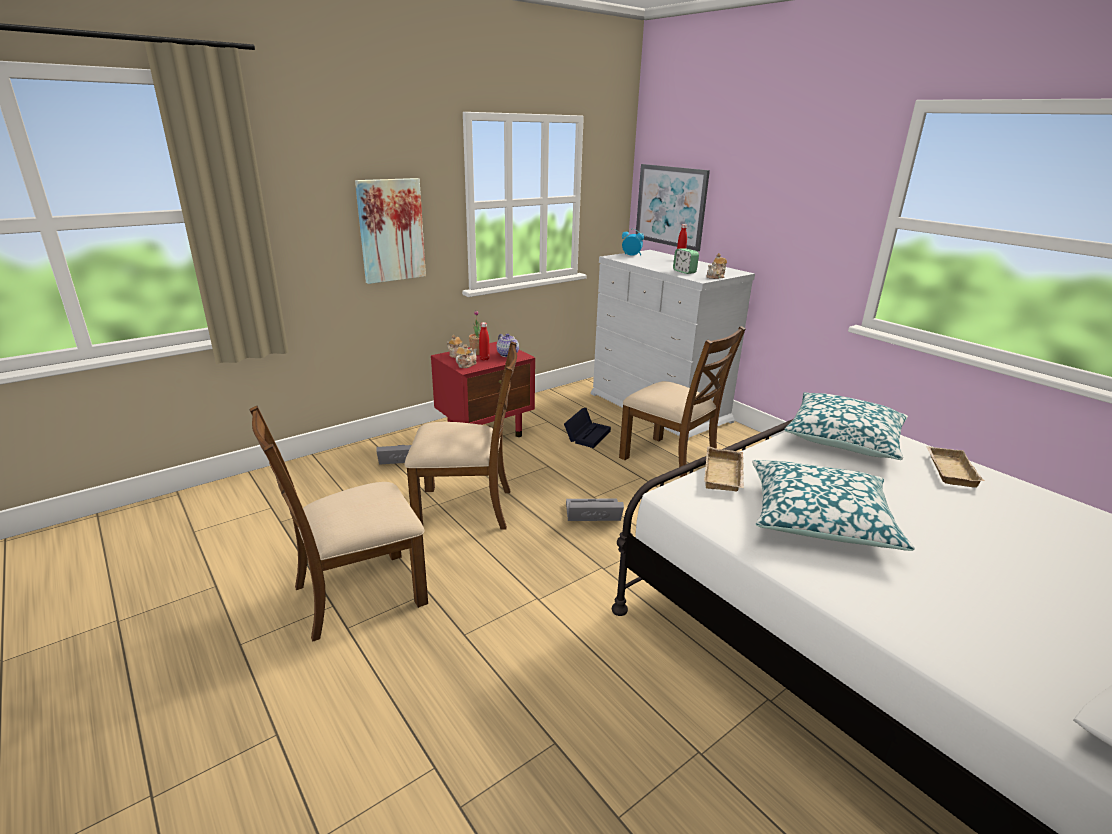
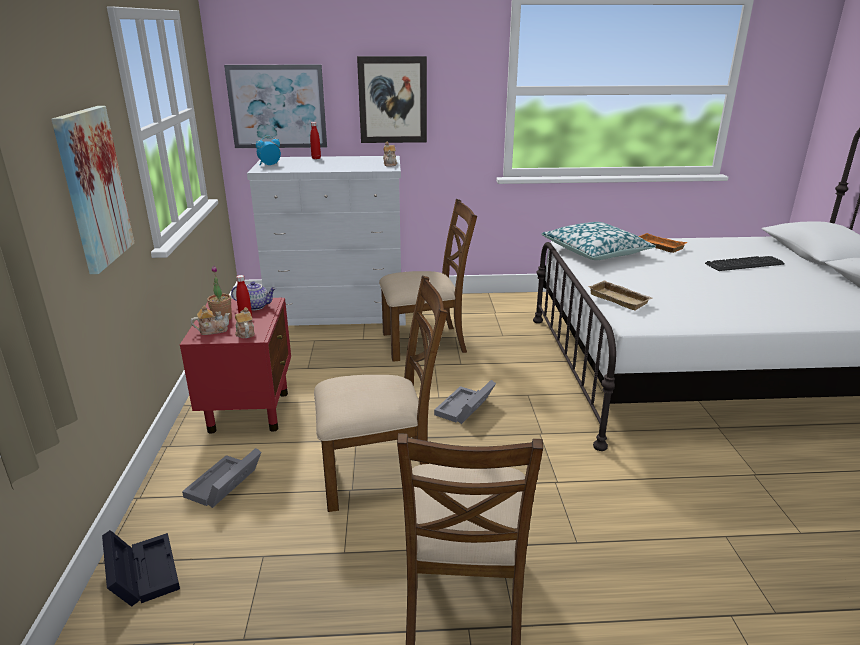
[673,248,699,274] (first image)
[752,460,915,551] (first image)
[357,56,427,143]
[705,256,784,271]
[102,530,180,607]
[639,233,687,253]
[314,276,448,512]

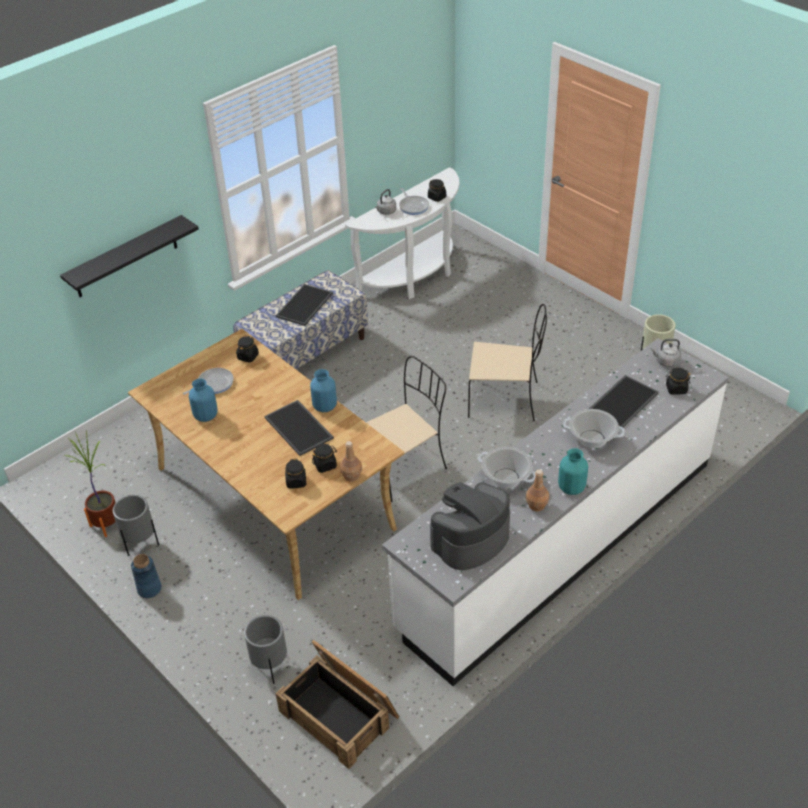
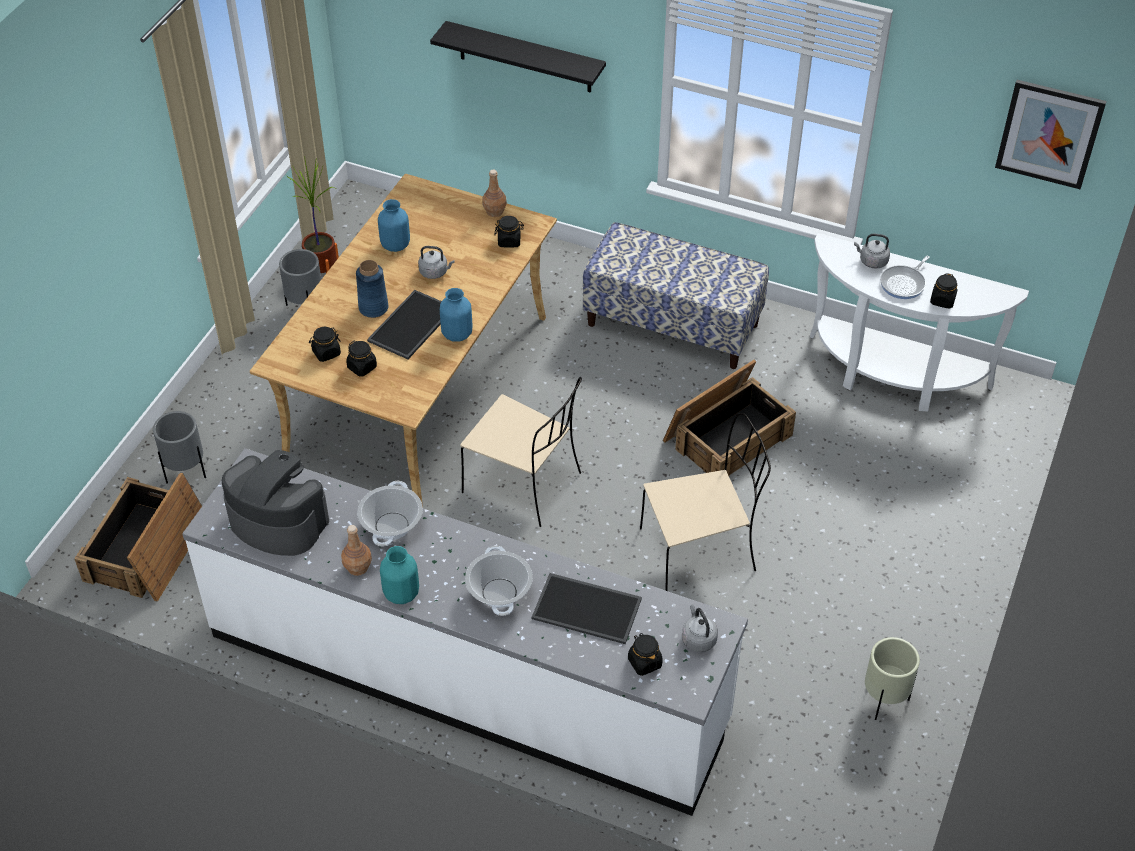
[183,368,233,395] (first image)
[276,284,333,326] (first image)
[418,246,455,279]
[663,359,796,476]
[995,80,1107,189]
[356,260,389,318]
[482,170,507,217]
[640,413,771,591]

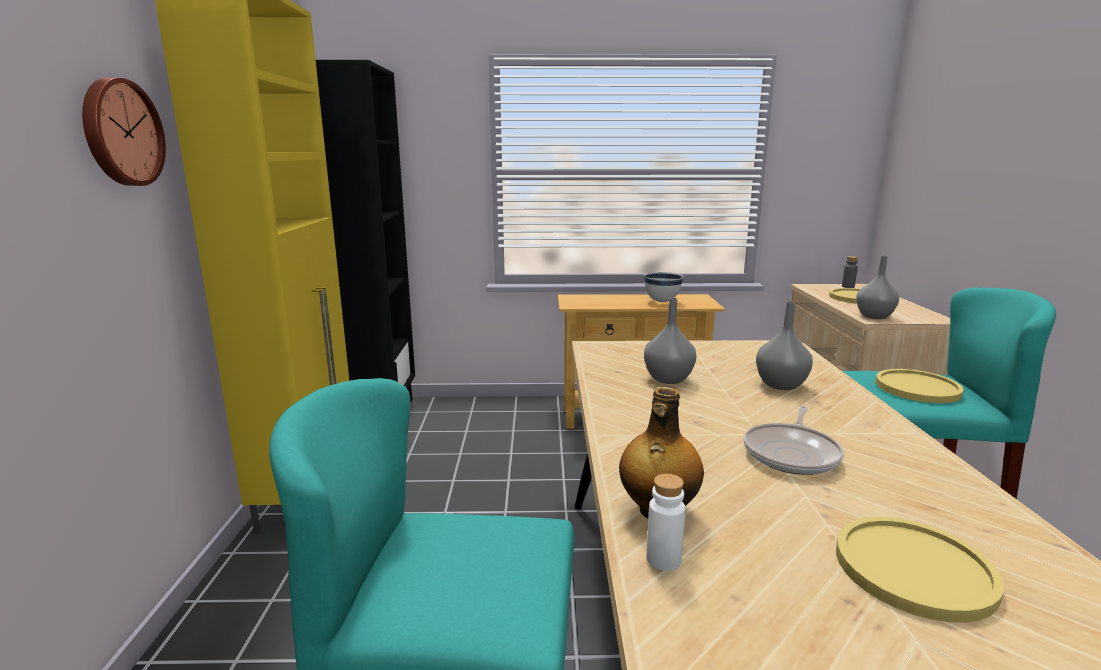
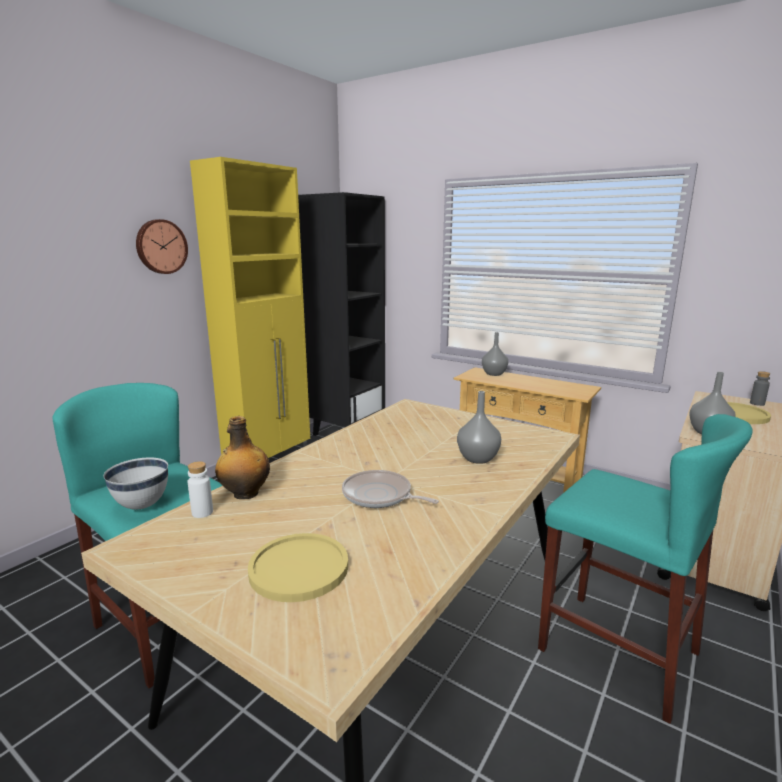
[876,369,964,403] (first image)
[103,457,168,510]
[482,332,508,376]
[342,470,439,508]

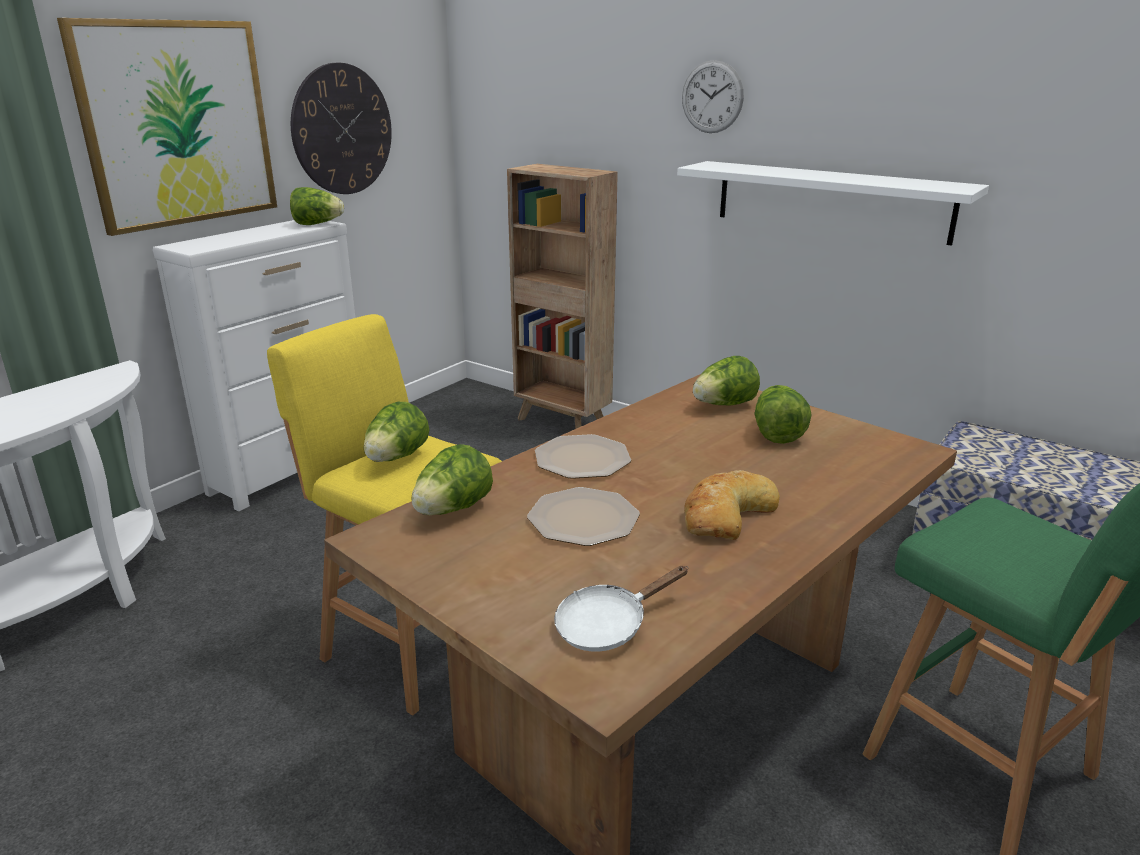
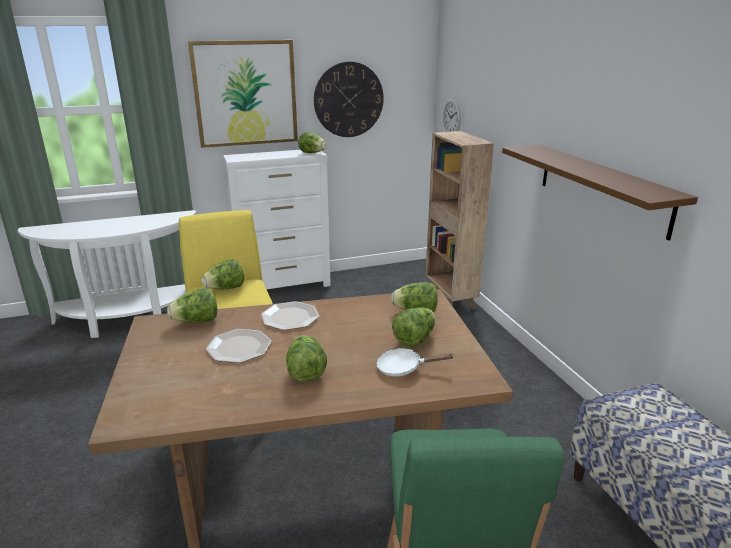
[376,348,453,376]
[443,99,461,132]
[286,335,327,382]
[502,145,698,240]

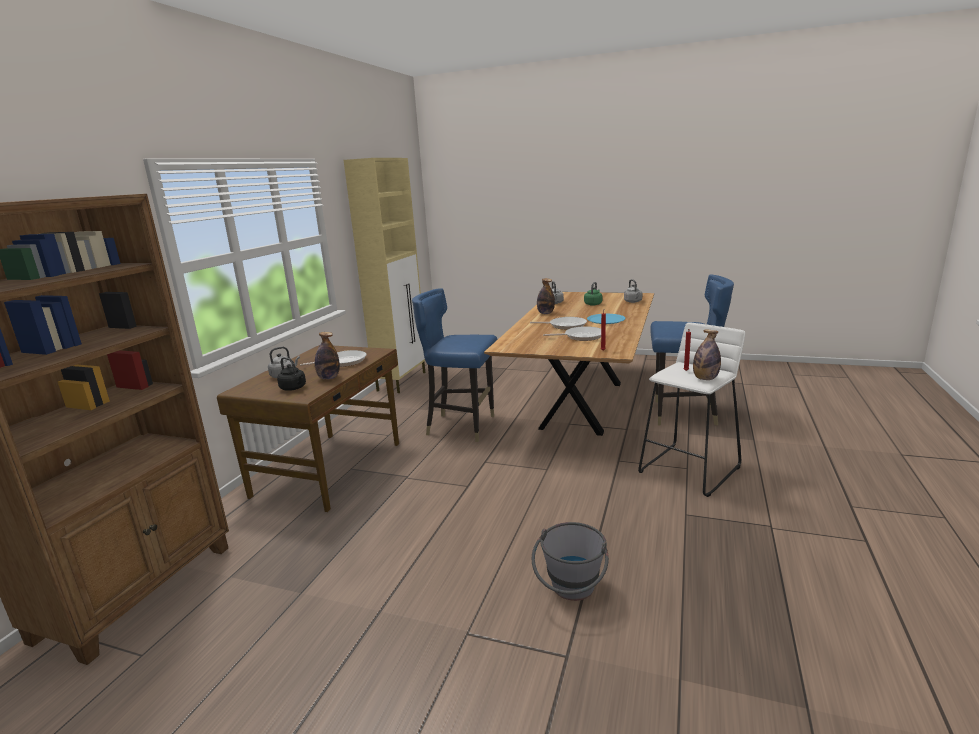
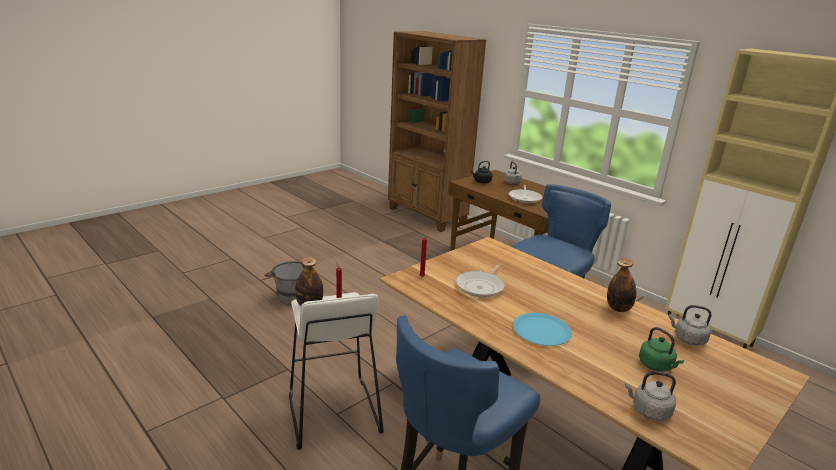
[315,332,340,380] (first image)
[530,317,587,330] (first image)

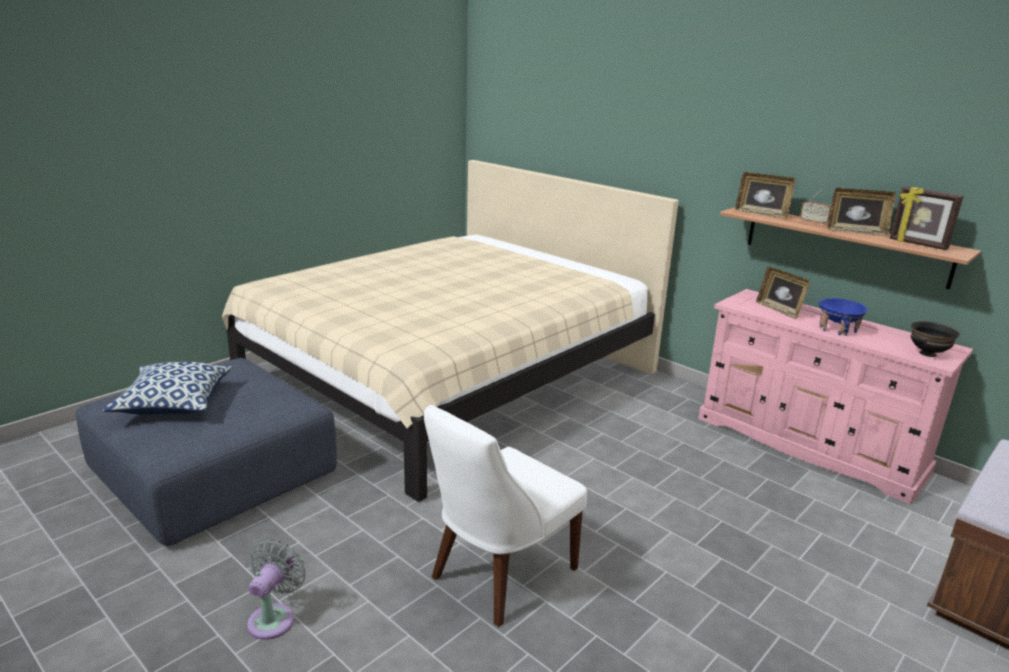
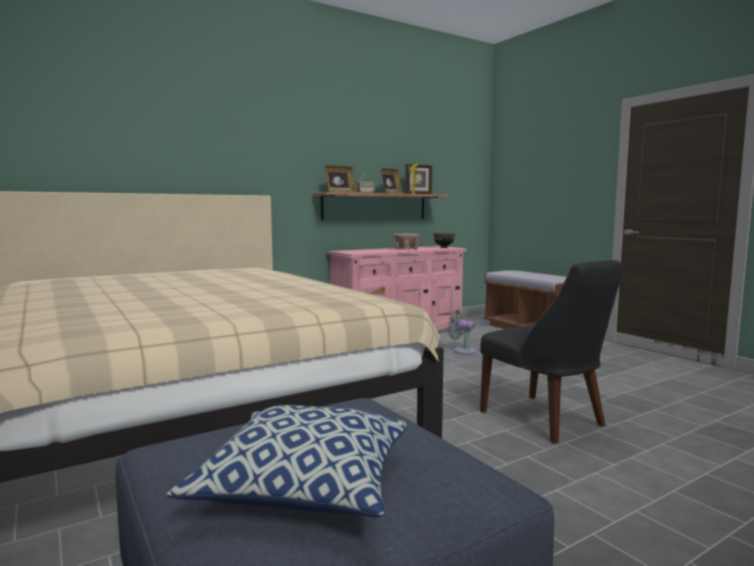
[756,267,809,319] (first image)
[448,310,476,355]
[480,260,624,444]
[394,234,420,250]

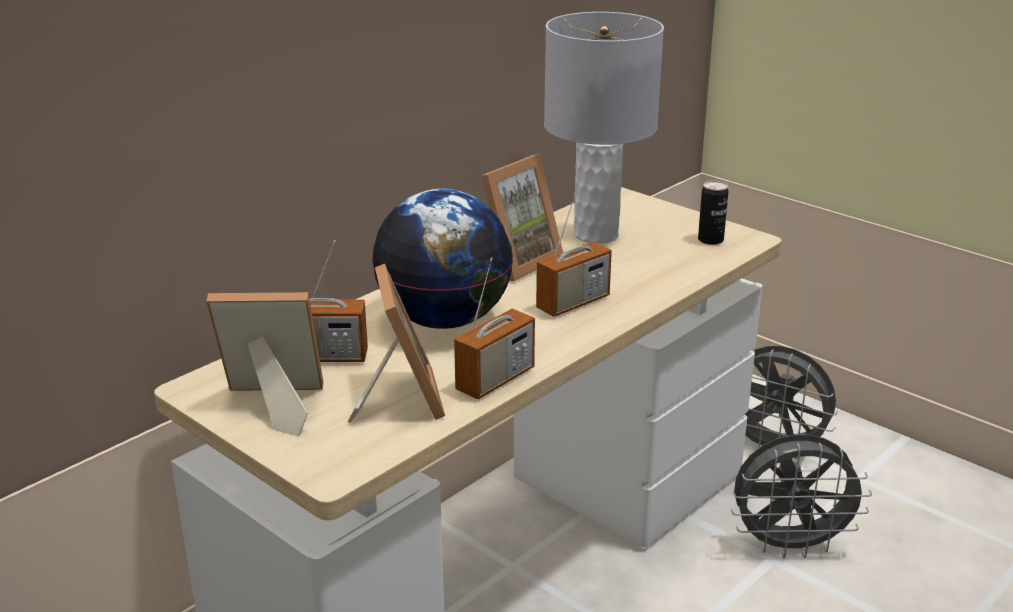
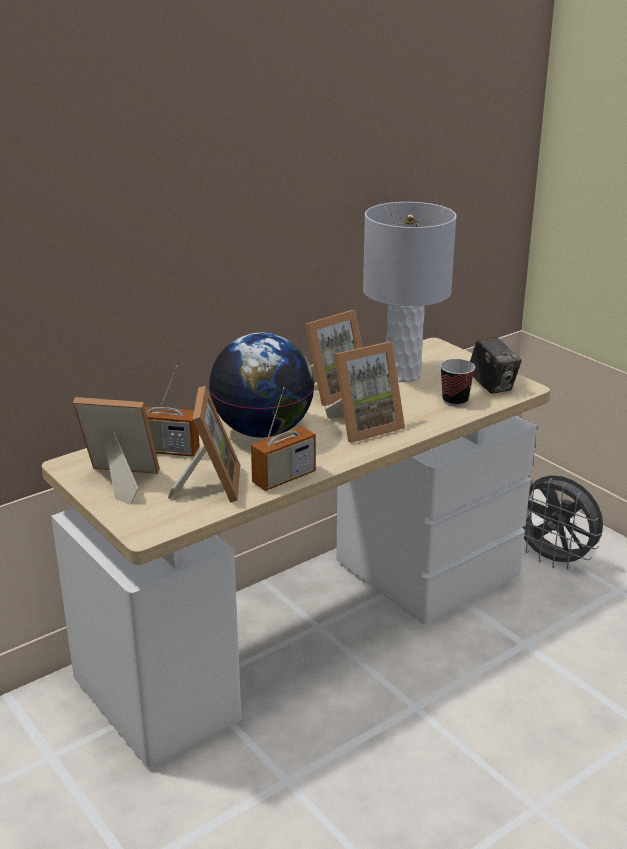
[731,435,872,558] (first image)
[440,359,475,407]
[325,342,405,443]
[470,337,522,394]

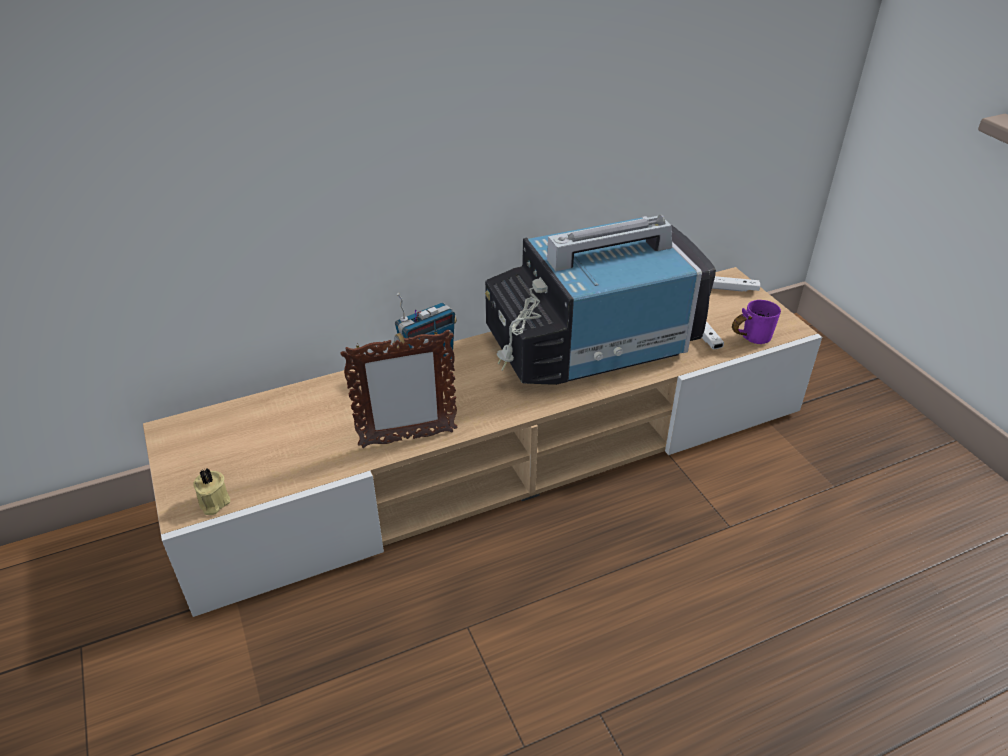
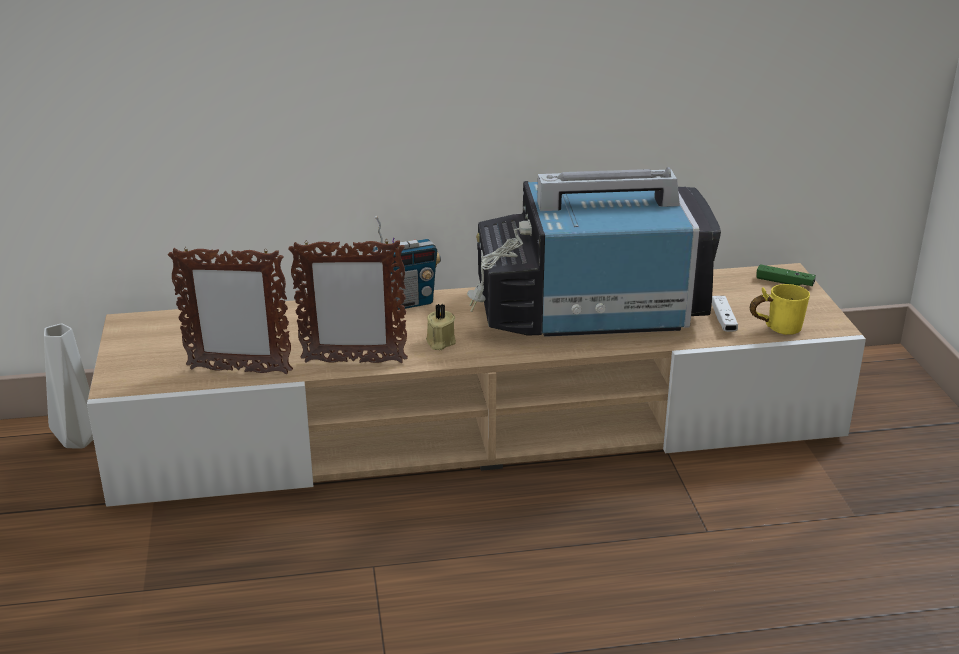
[44,324,93,449]
[168,247,293,374]
[426,304,456,350]
[756,264,816,286]
[750,284,810,335]

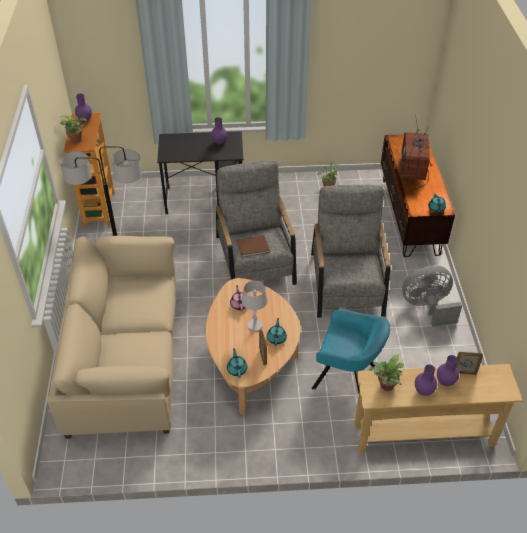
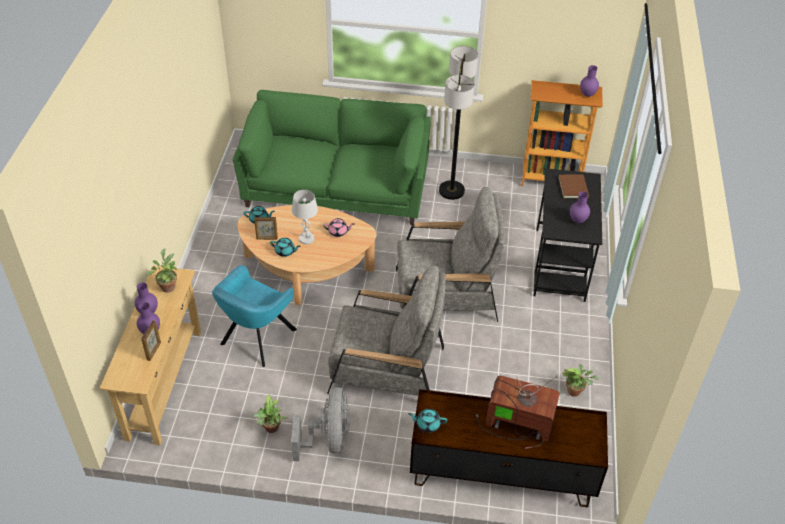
[253,395,287,433]
[558,174,589,198]
[233,90,431,225]

